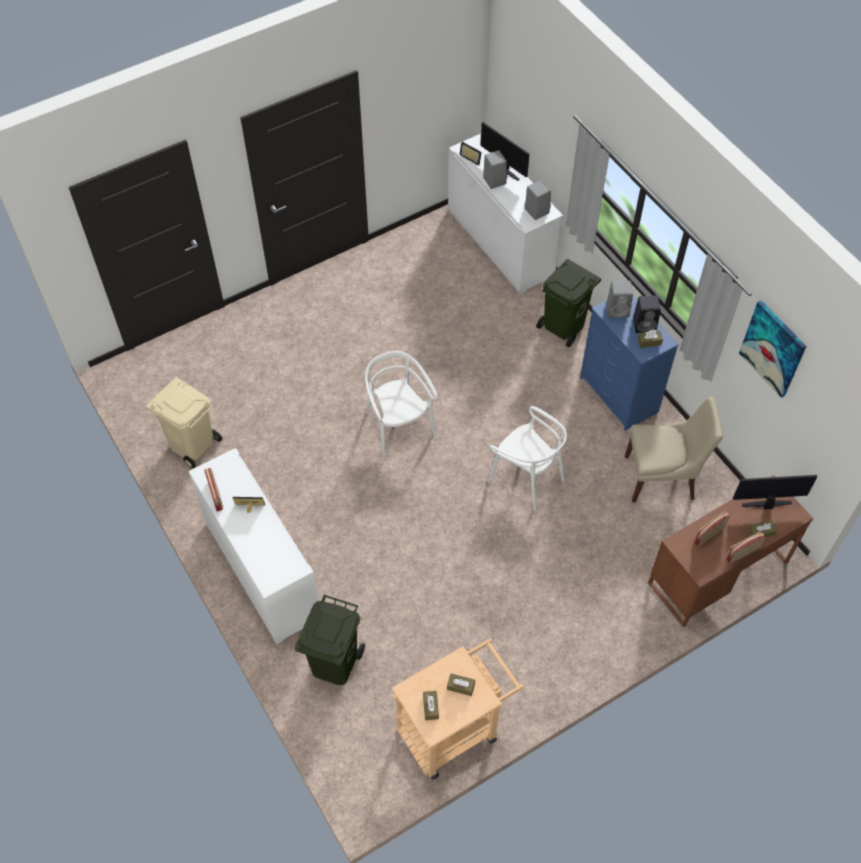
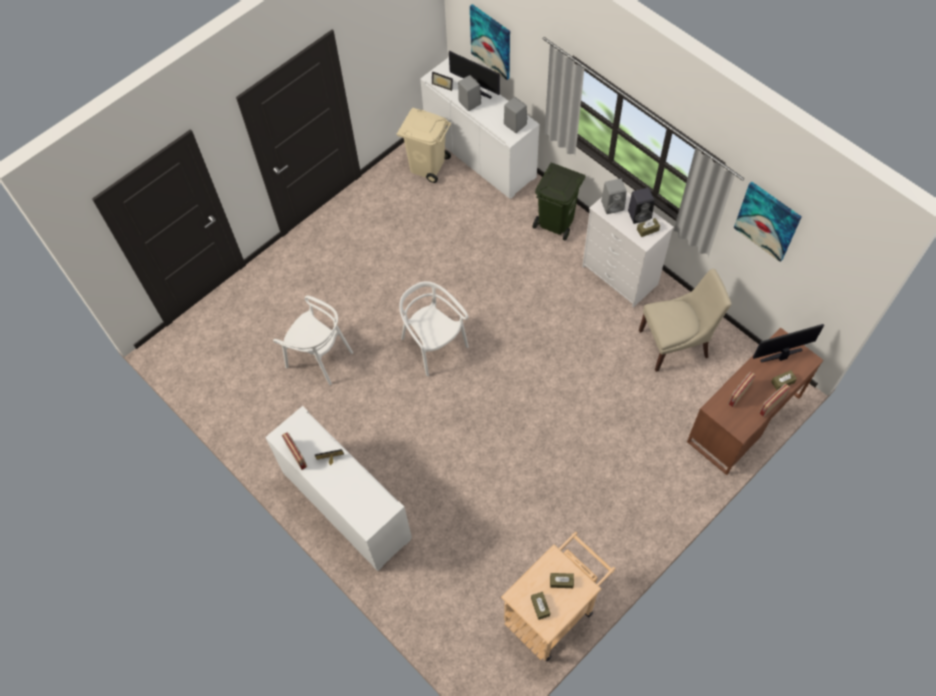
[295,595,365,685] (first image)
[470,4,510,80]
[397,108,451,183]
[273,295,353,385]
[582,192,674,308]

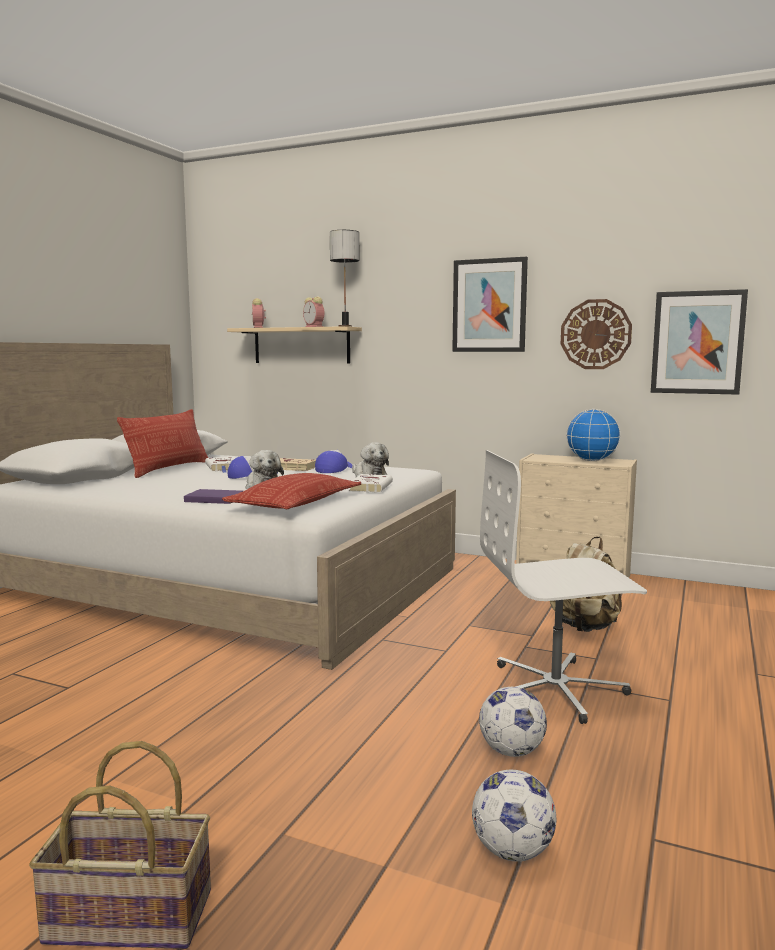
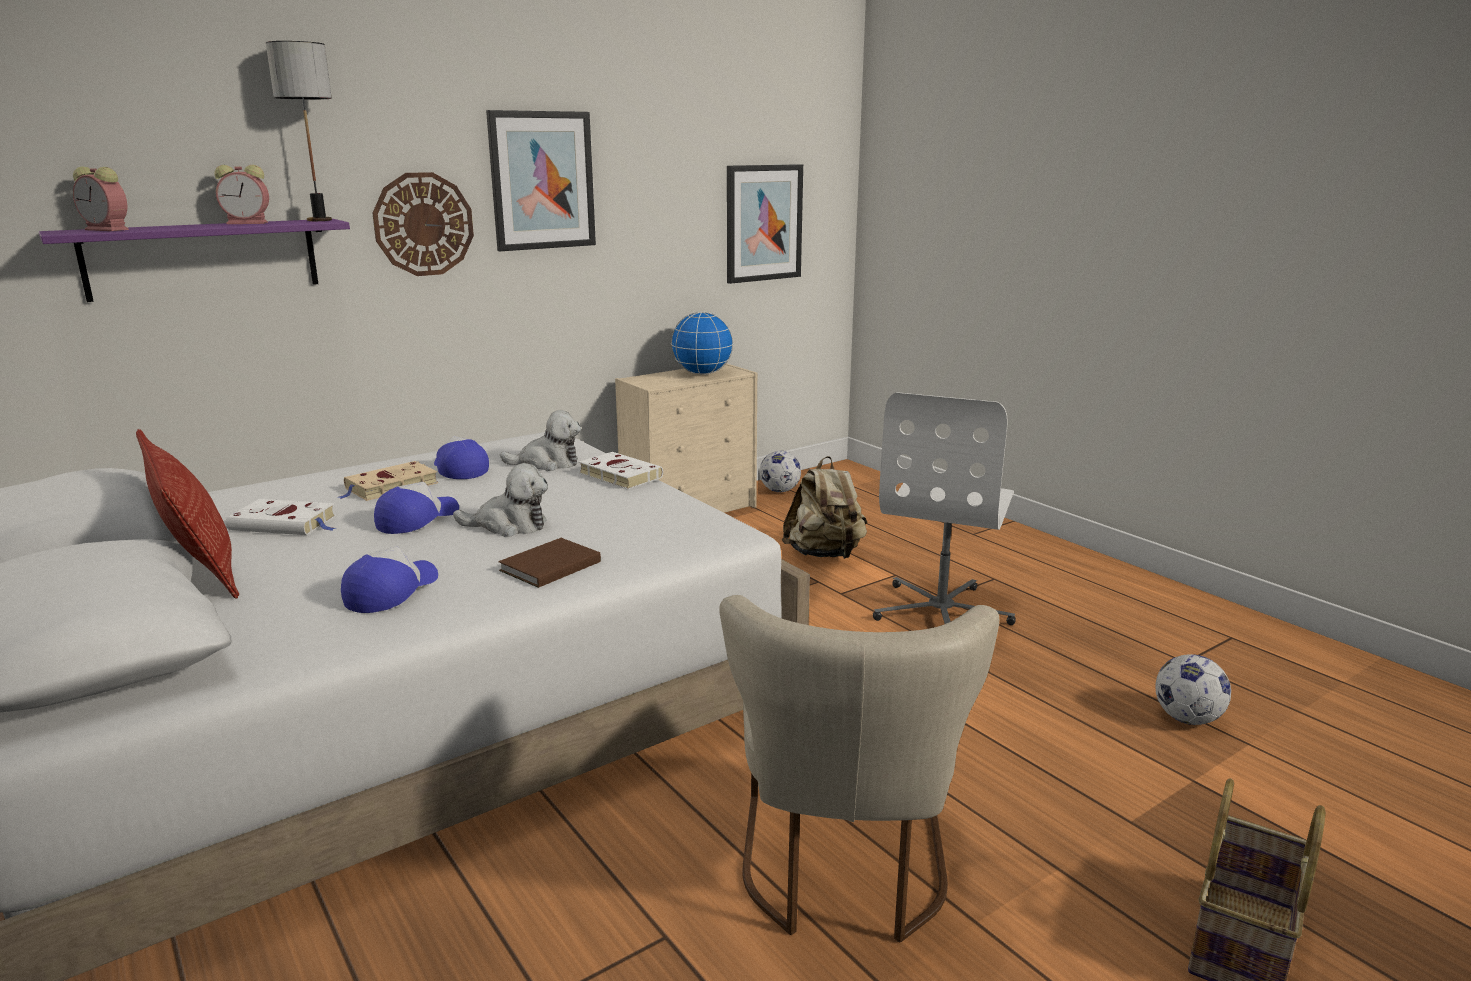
[222,473,362,509] (first image)
[341,546,438,613]
[719,595,999,943]
[760,451,801,492]
[372,172,474,276]
[499,538,601,588]
[39,219,350,302]

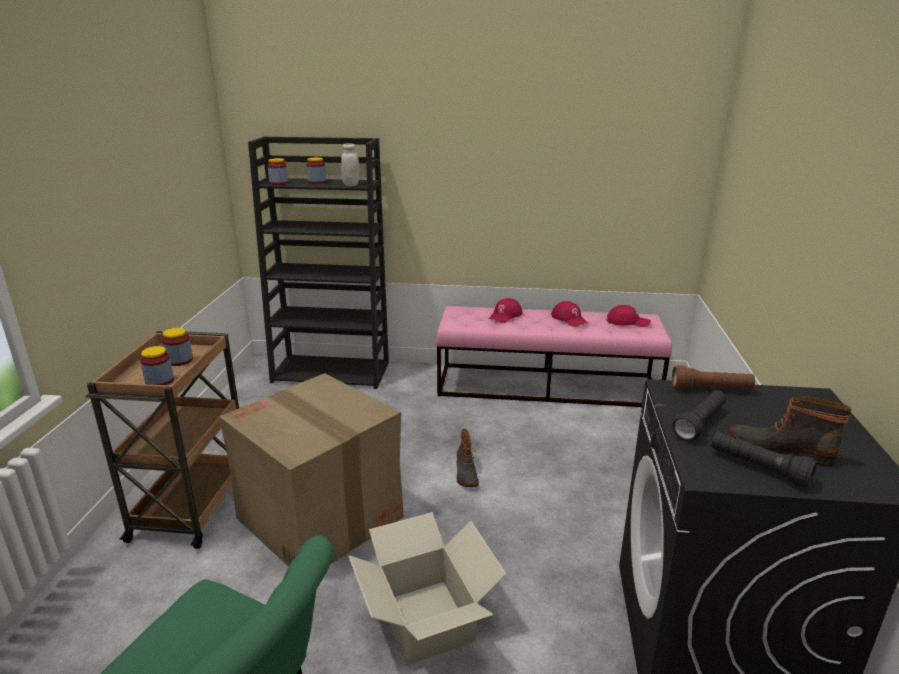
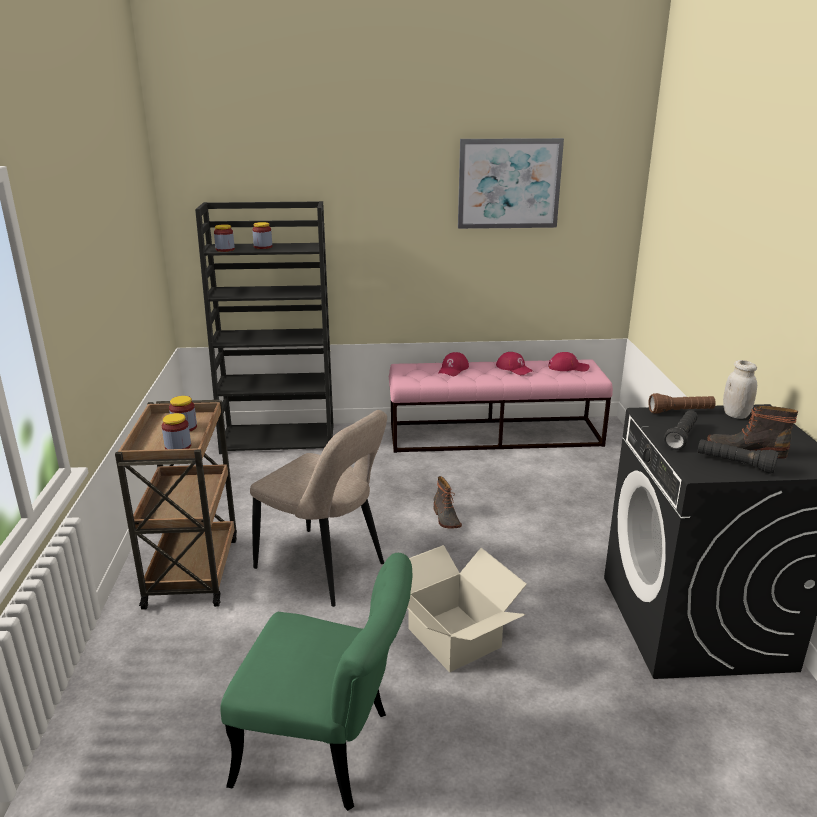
[458,138,564,229]
[723,360,757,419]
[250,410,387,607]

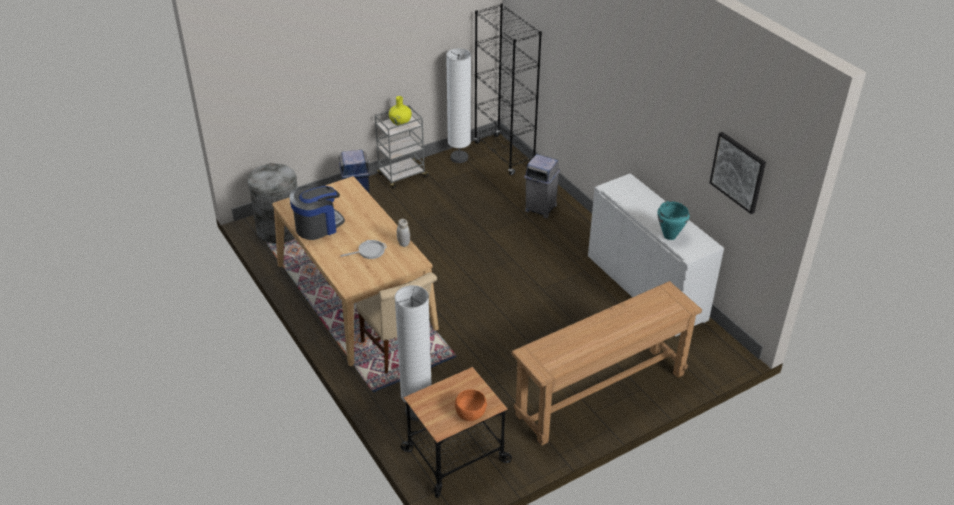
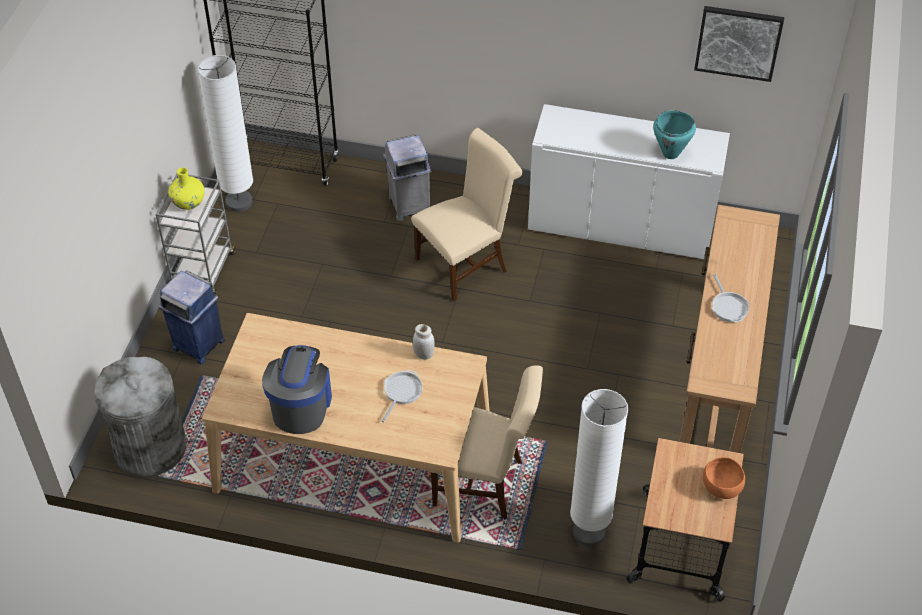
[411,128,523,301]
[712,274,749,322]

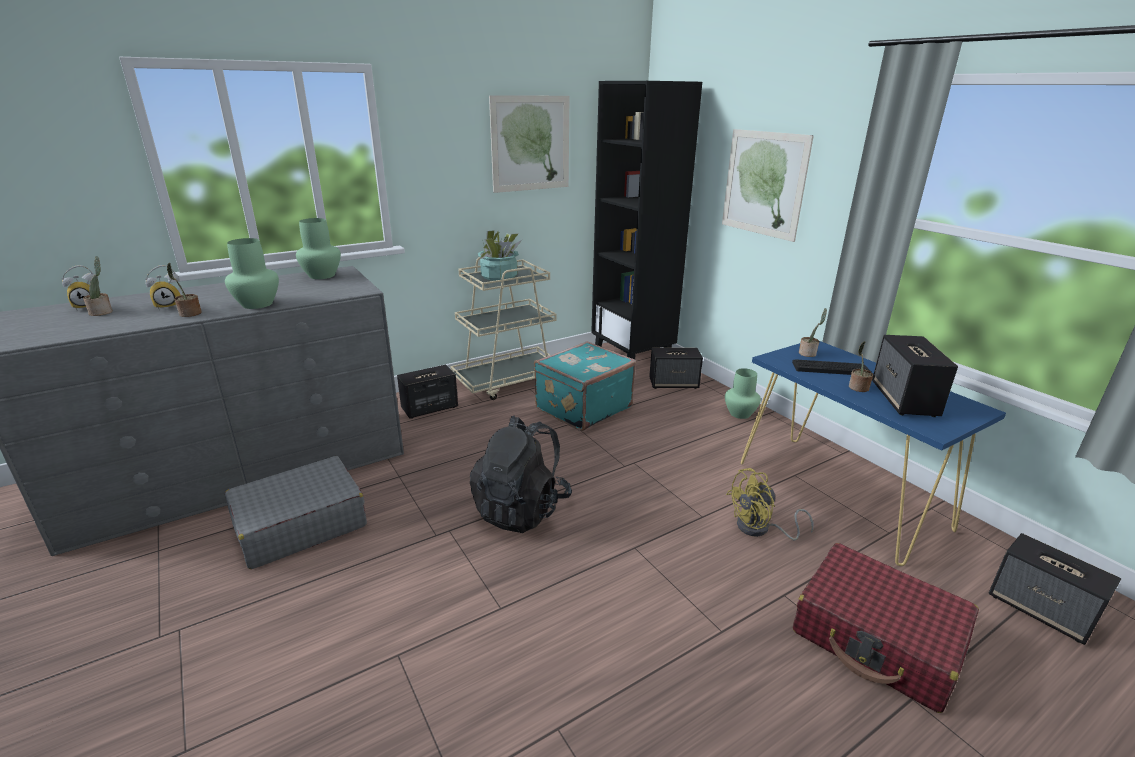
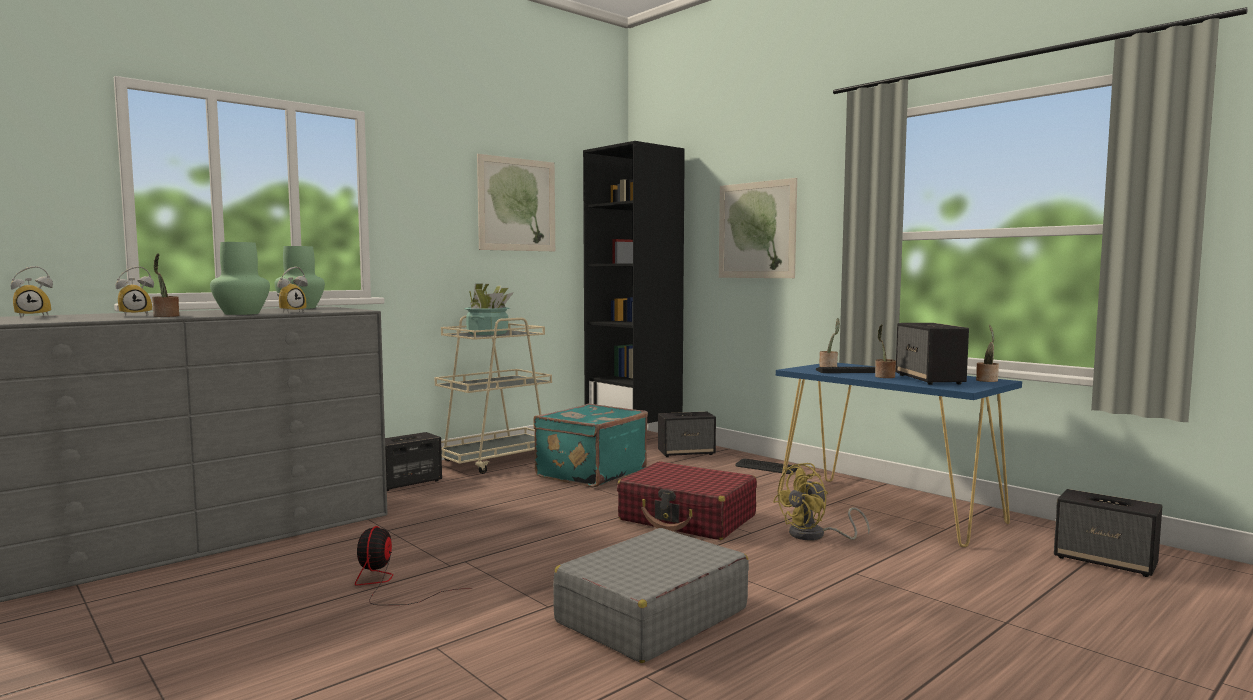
[470,415,572,533] (first image)
[277,267,308,313]
[355,526,457,605]
[976,325,999,382]
[553,528,749,663]
[617,461,757,540]
[735,458,798,474]

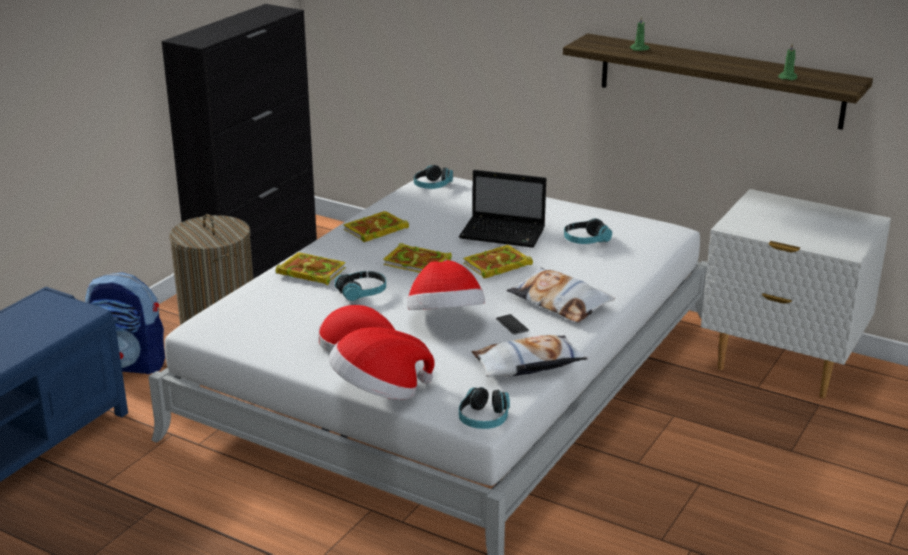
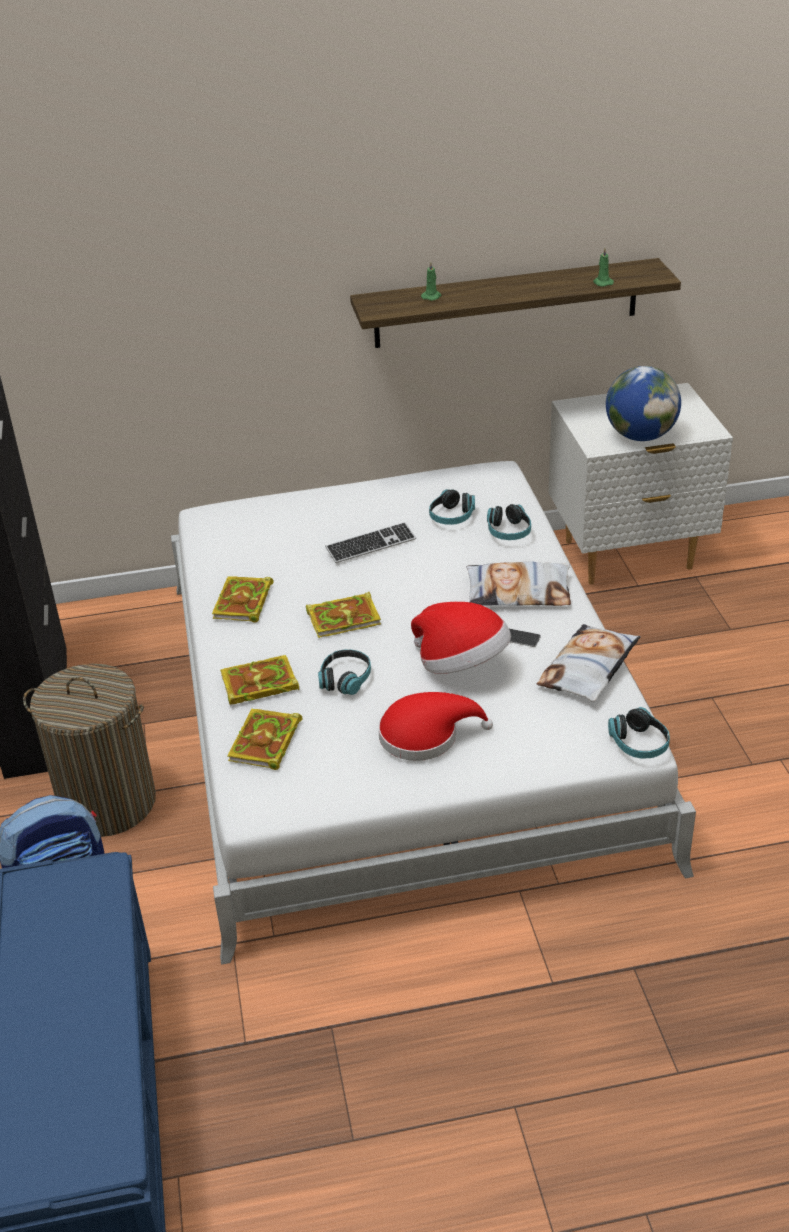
[329,327,435,400] (first image)
[606,366,681,441]
[487,504,531,540]
[227,709,303,770]
[325,522,416,563]

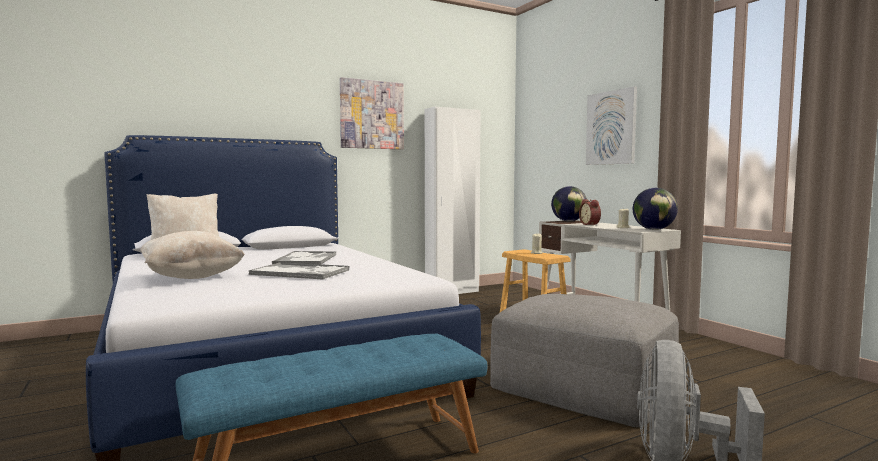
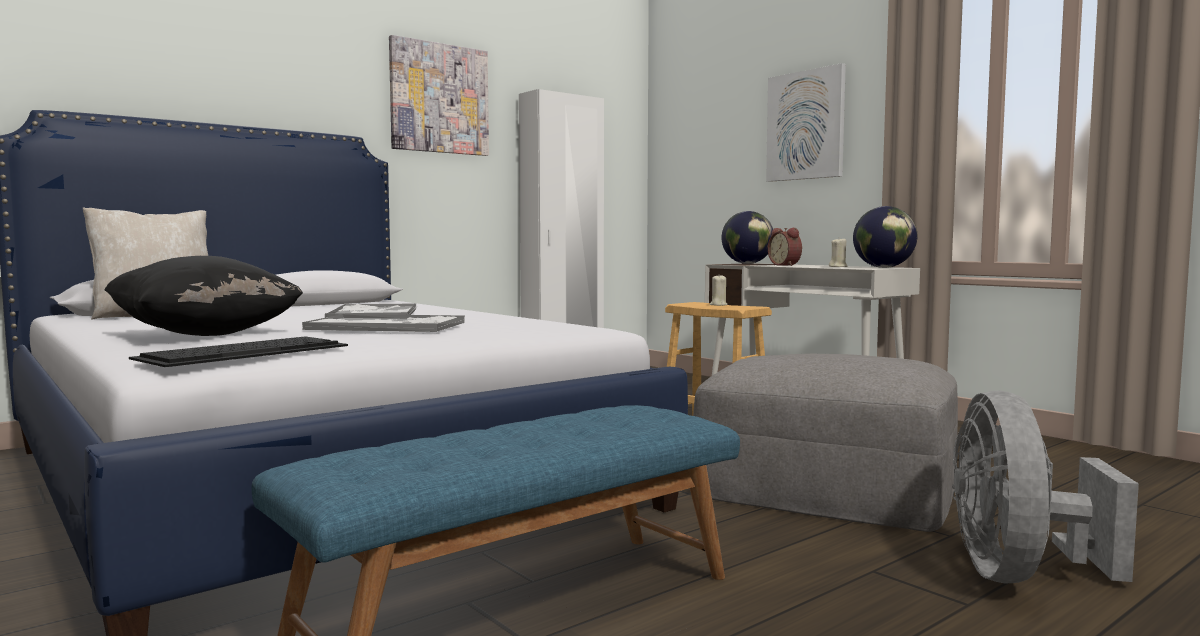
[129,336,348,367]
[104,256,303,336]

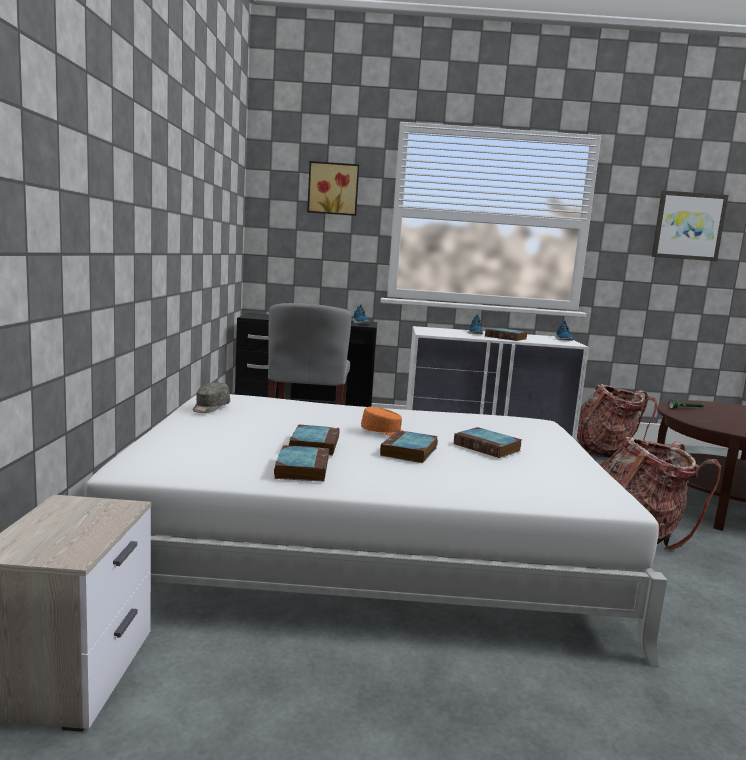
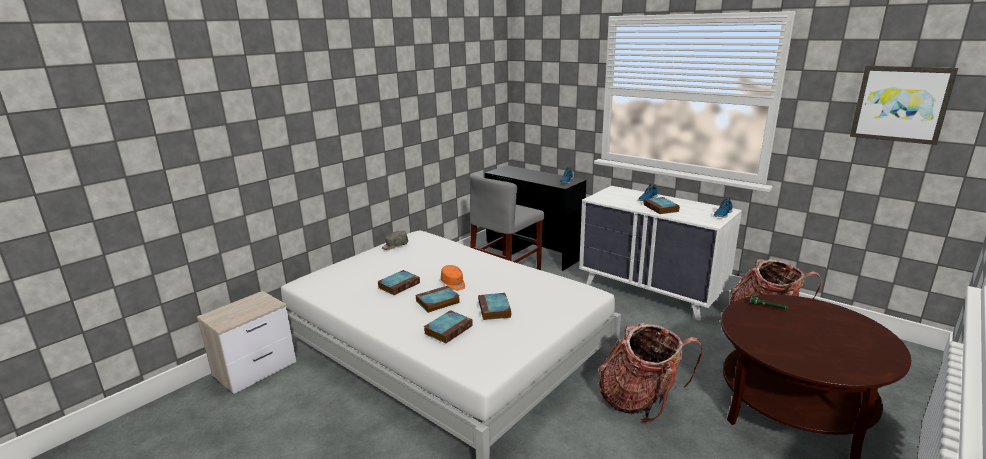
[307,161,359,216] (first image)
[424,310,473,344]

